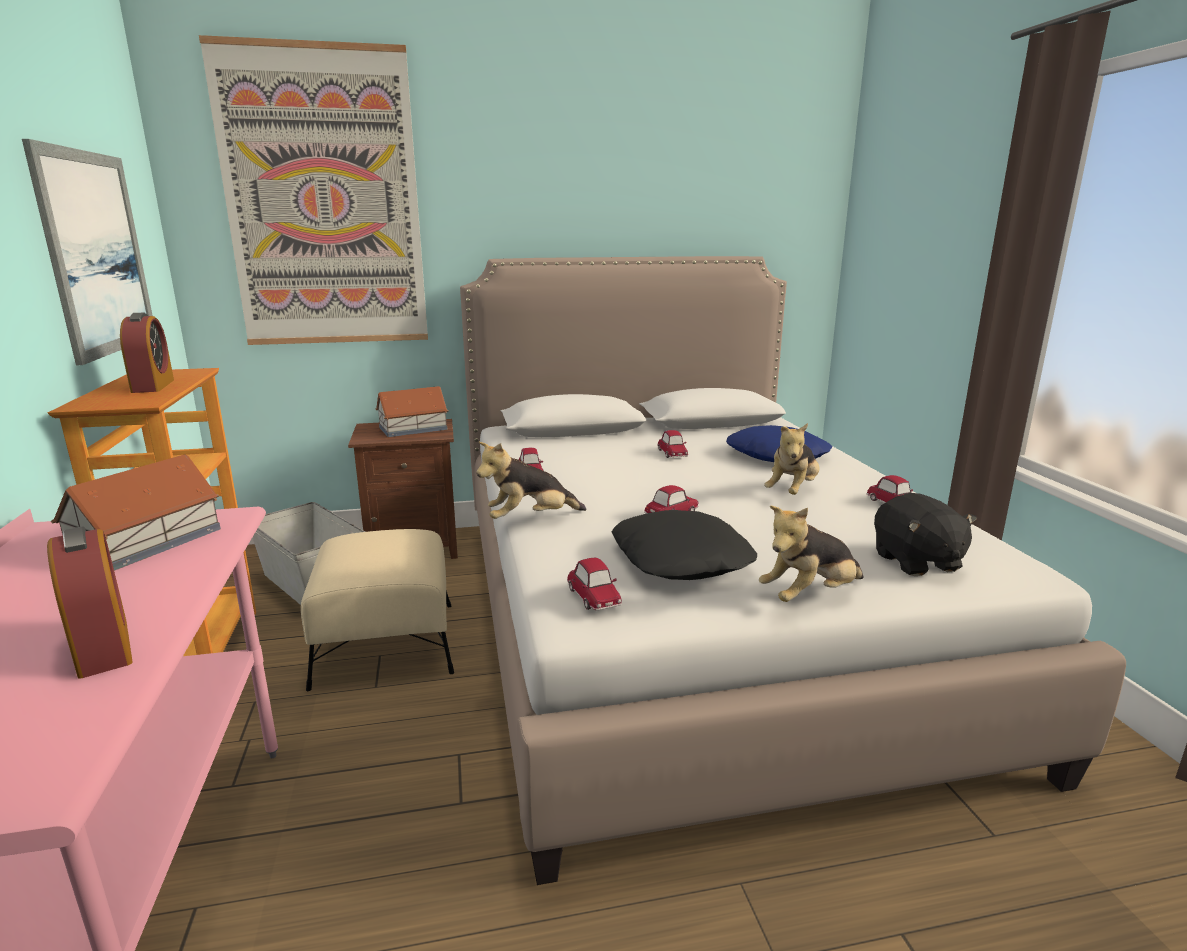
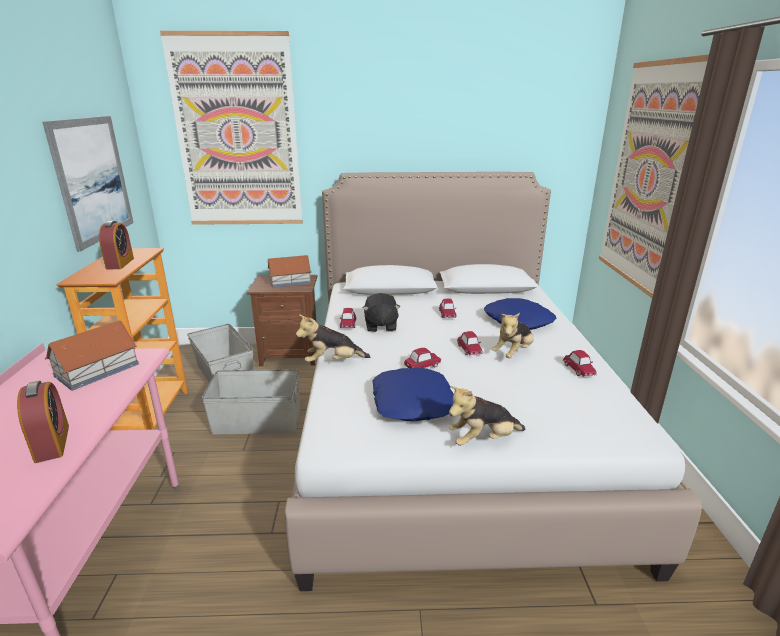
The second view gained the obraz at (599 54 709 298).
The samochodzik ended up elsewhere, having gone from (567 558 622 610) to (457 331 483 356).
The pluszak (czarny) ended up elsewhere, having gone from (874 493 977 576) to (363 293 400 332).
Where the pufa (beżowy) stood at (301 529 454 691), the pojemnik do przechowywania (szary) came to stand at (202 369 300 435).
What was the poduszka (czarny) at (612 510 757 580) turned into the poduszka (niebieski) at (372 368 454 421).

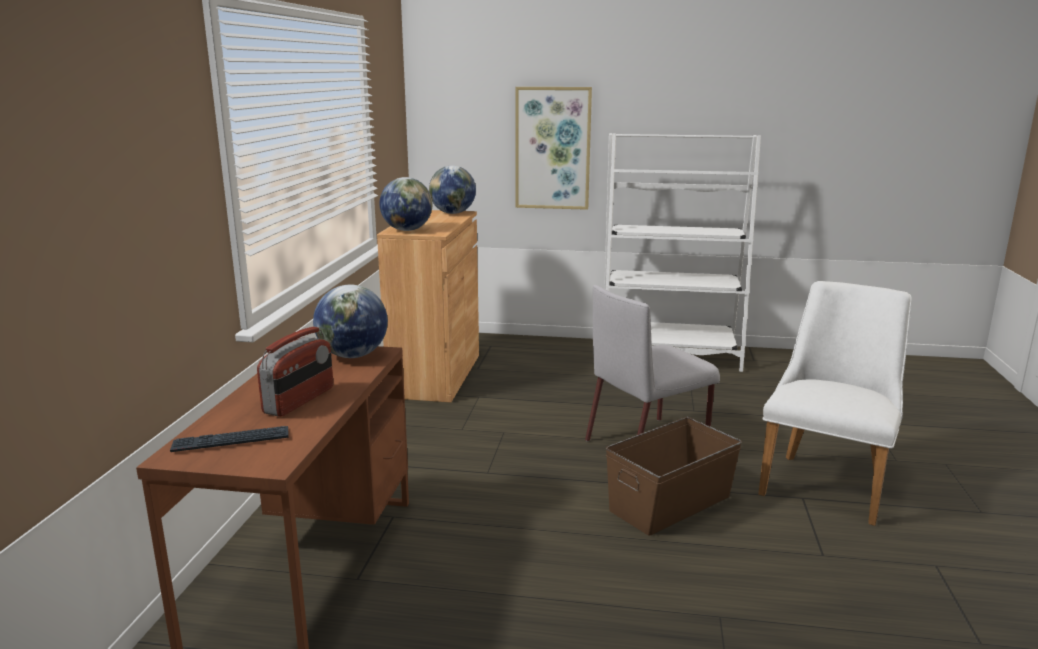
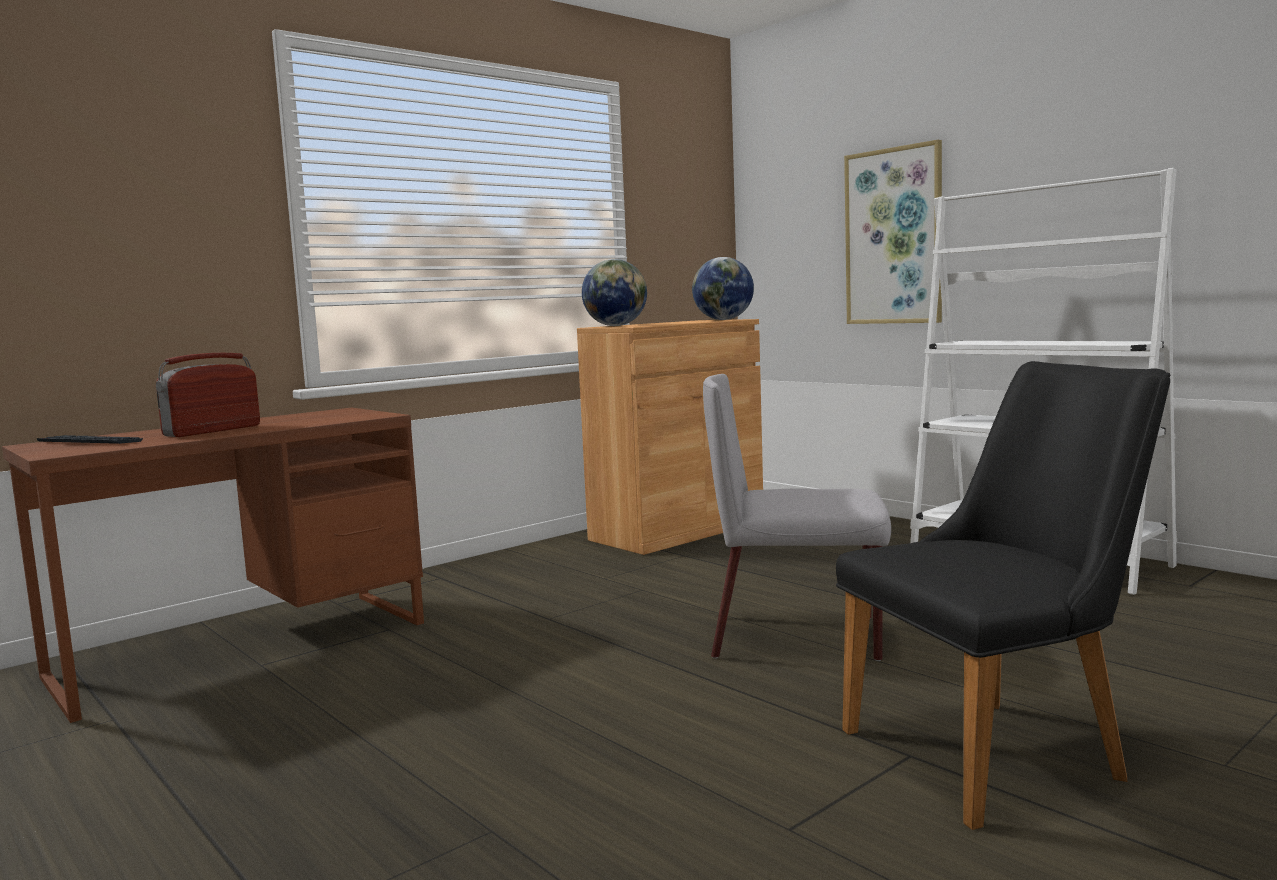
The second view lost the globus at (313 284 388 358).
The second view lost the pojemnik do przechowywania (brązowy) at (606 417 742 536).
What was the krzesło (biały) at (758 281 912 526) turned into the krzesło (czarny) at (836 361 1170 830).
The radio at (257 327 333 417) ended up facing another way, 150 degrees clockwise from before.

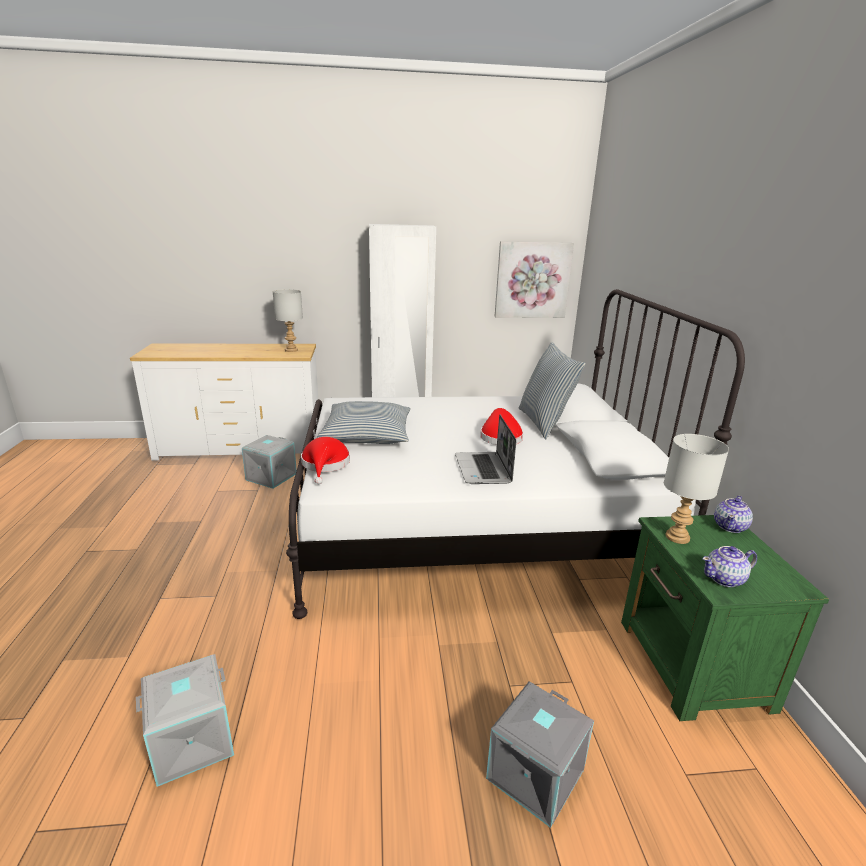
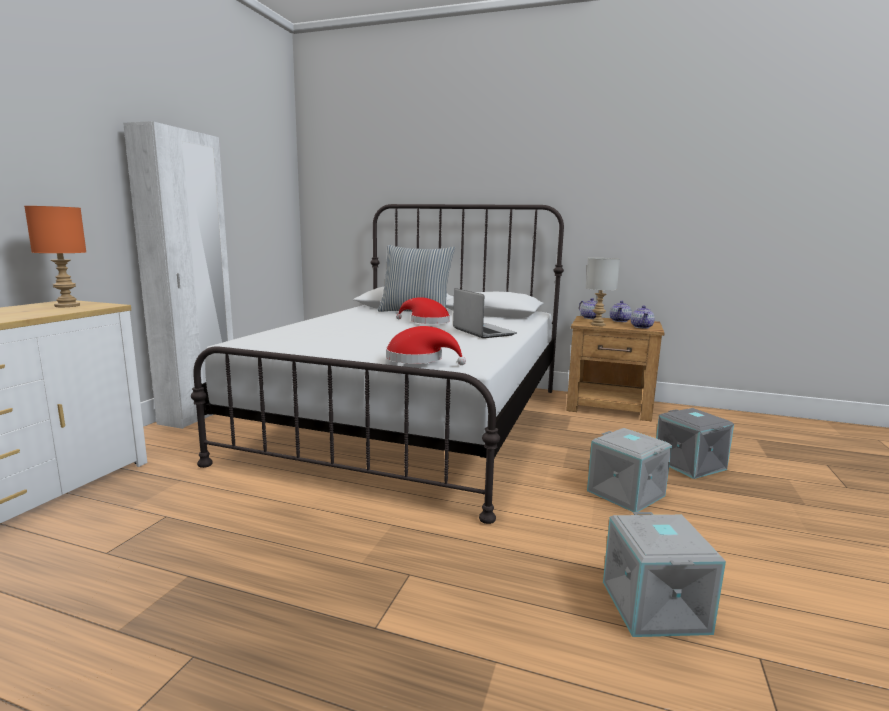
The second view lost the poduszka at (317 401 411 444).
The second view lost the obraz at (495 241 574 318).
The second view gained the imbryk at (610 301 632 322).
The pojemnik do przechowywania (szary) ended up elsewhere, having gone from (242 435 297 489) to (587 428 672 512).
What was the lampa stołowa (szary) at (273 289 303 352) turned into the lampa stołowa (pomarańczowy) at (24 206 86 307).
What was the szafka nocna (zielony) at (621 515 829 721) turned into the szafka nocna (brązowy) at (566 316 665 422).
The laptop at (455 415 516 484) ended up facing another way, 135 degrees counterclockwise from before.

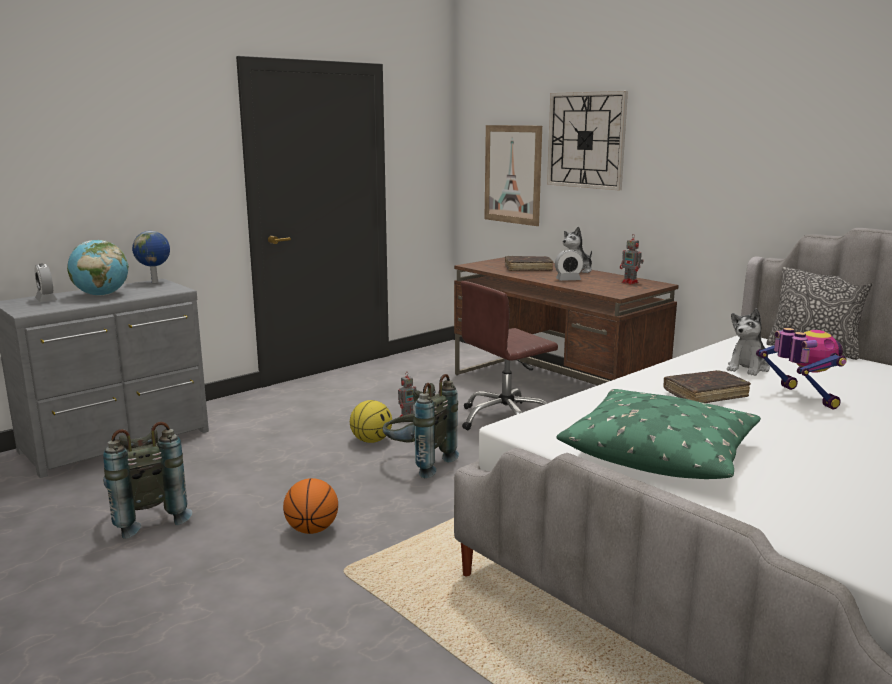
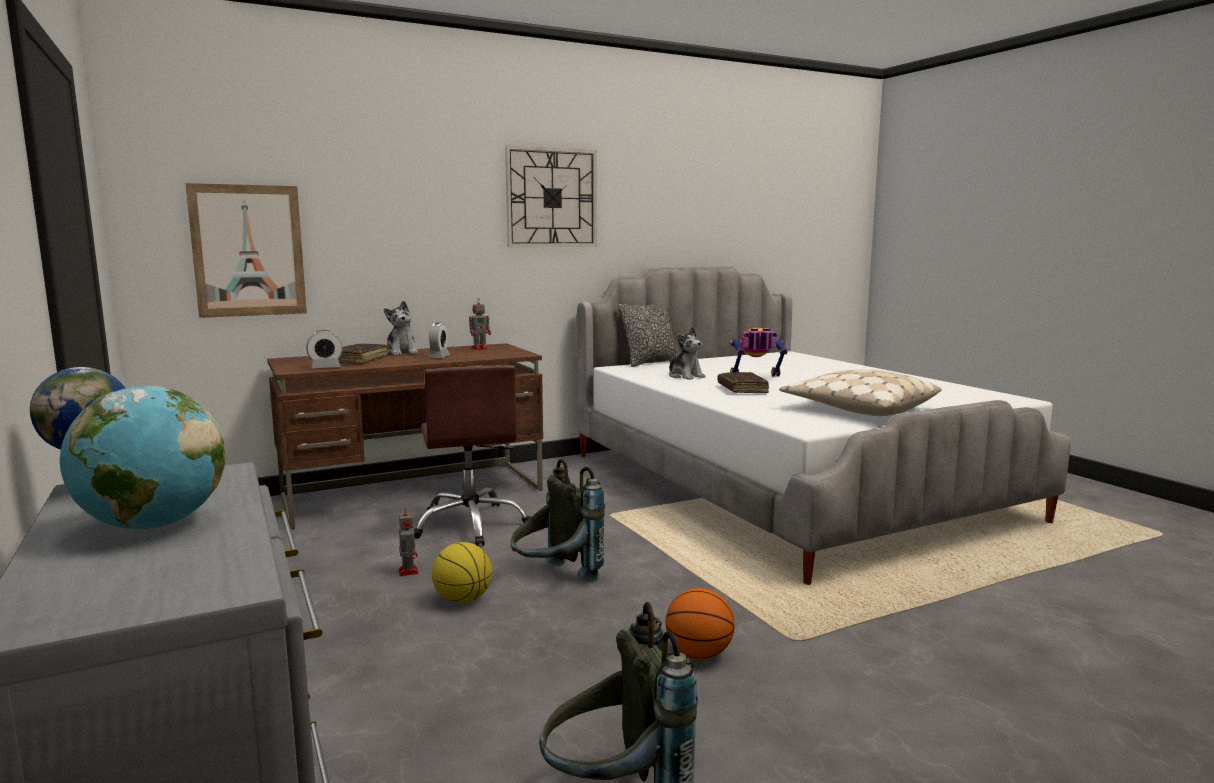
The budzik ended up elsewhere, having gone from (35 264 58 302) to (306 330 343 368).
The zegar ścienny ended up elsewhere, having gone from (547 91 628 190) to (505 146 597 247).
What was the poduszka (zielony) at (557 389 761 479) turned into the poduszka (beżowy) at (779 370 942 416).

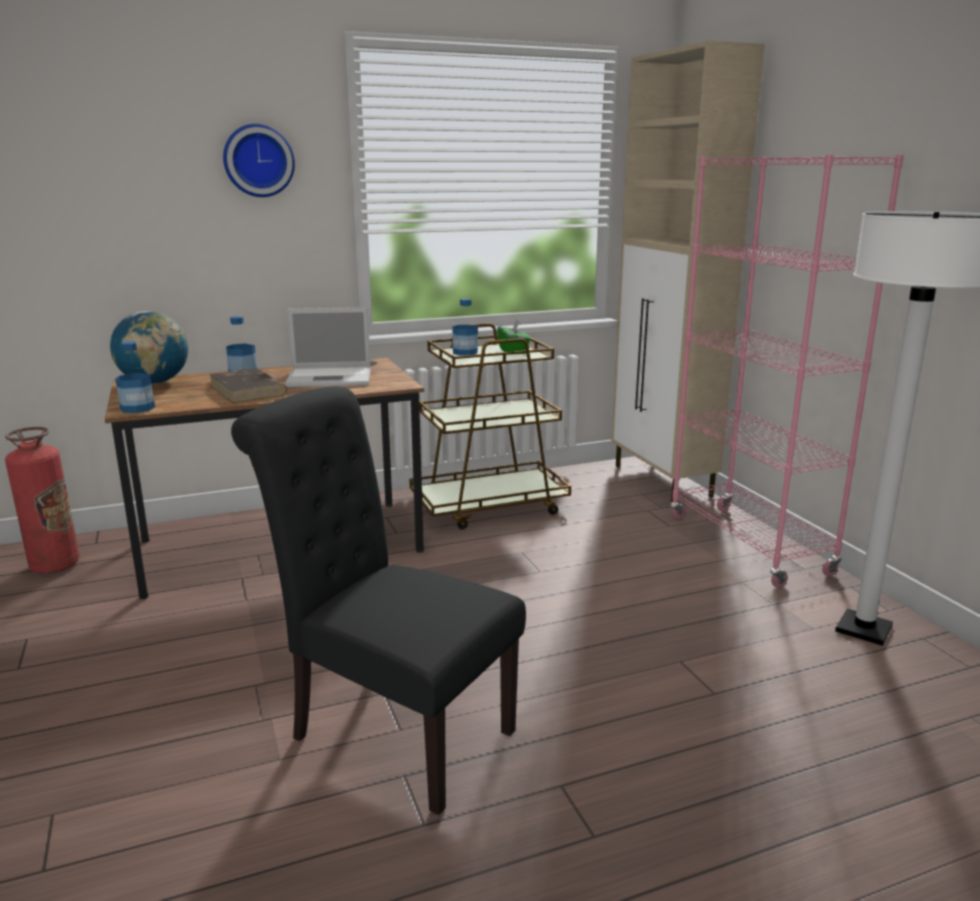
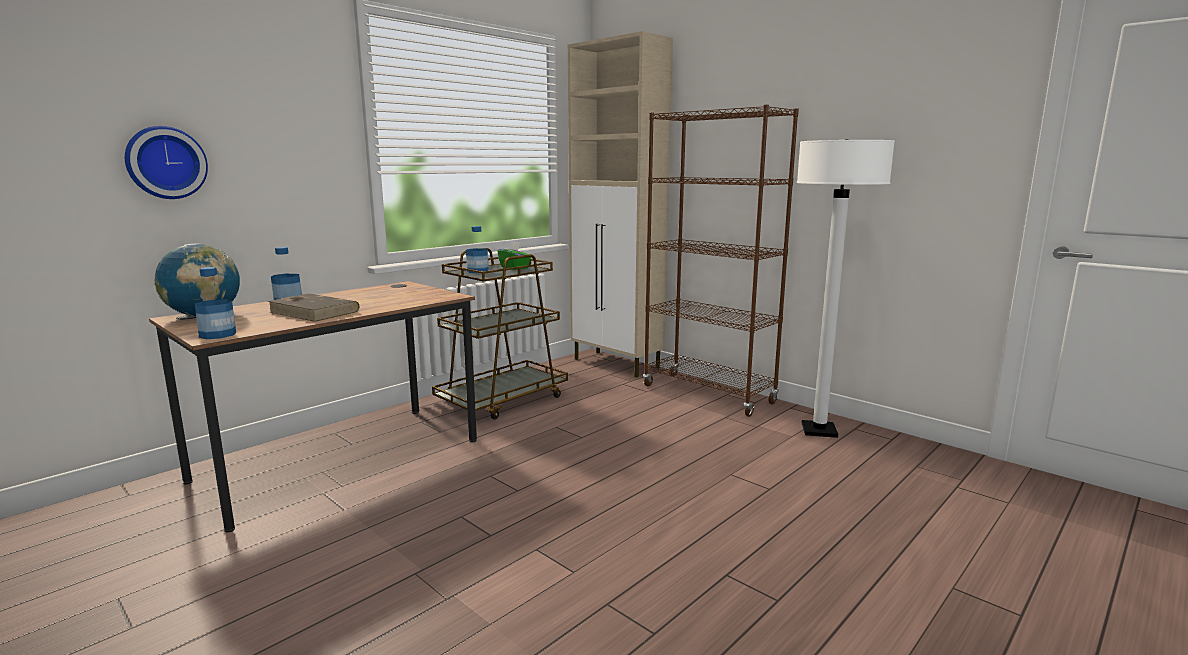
The second view lost the gaśnica at (5 427 80 574).
The second view lost the krzesło (czarny) at (231 386 526 815).
The second view lost the laptop at (284 308 371 387).
The zegar ścienny ended up elsewhere, having gone from (223 124 295 197) to (125 126 208 199).
What was the regał (różowy) at (670 154 904 588) turned into the regał (brązowy) at (643 105 799 417).

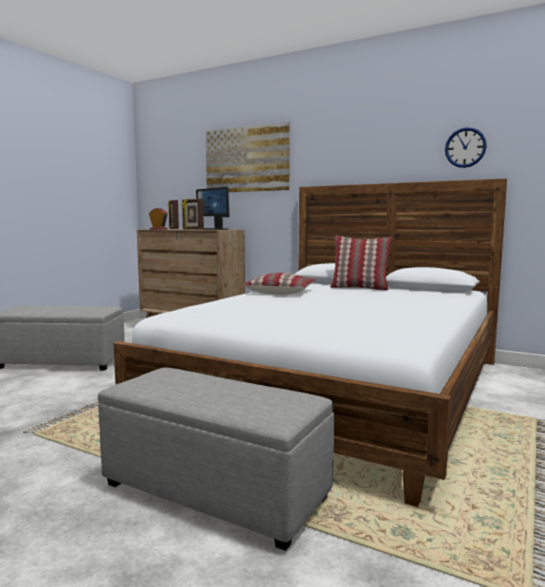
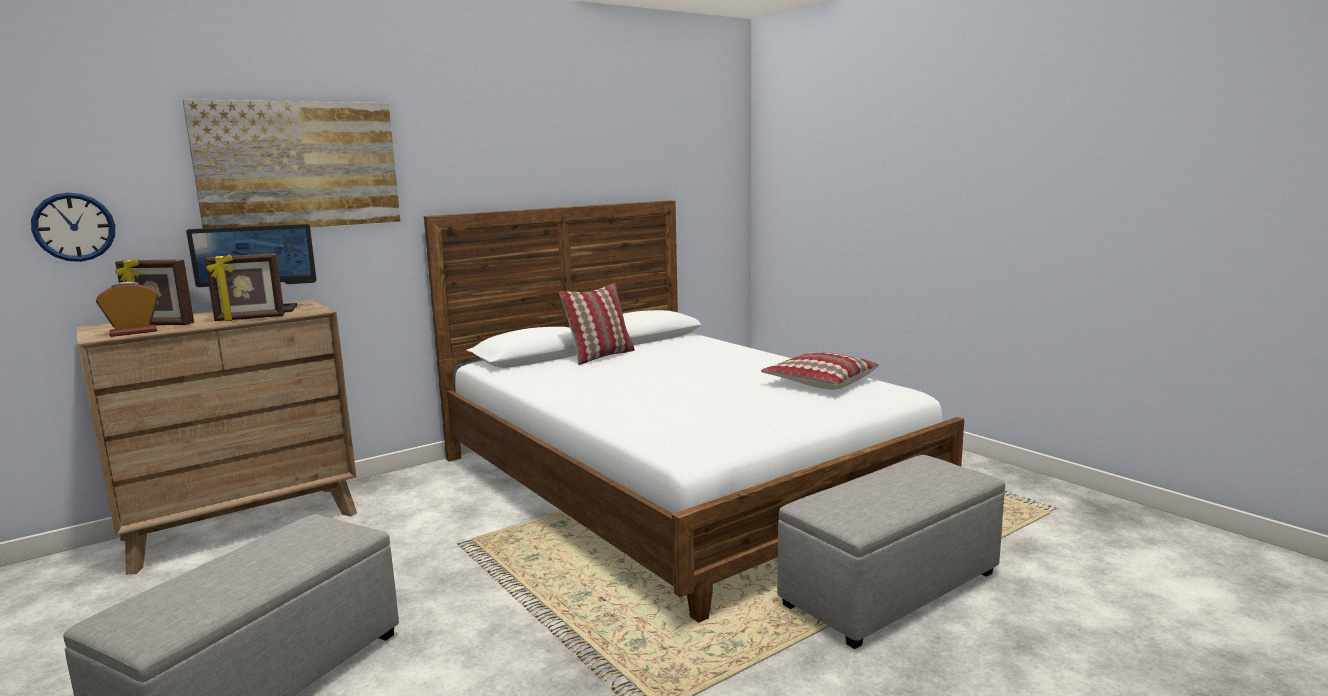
The poduszka ended up elsewhere, having gone from (243 273 316 295) to (761 353 879 390).
The zegar ścienny ended up elsewhere, having gone from (445 127 487 168) to (31 192 115 262).

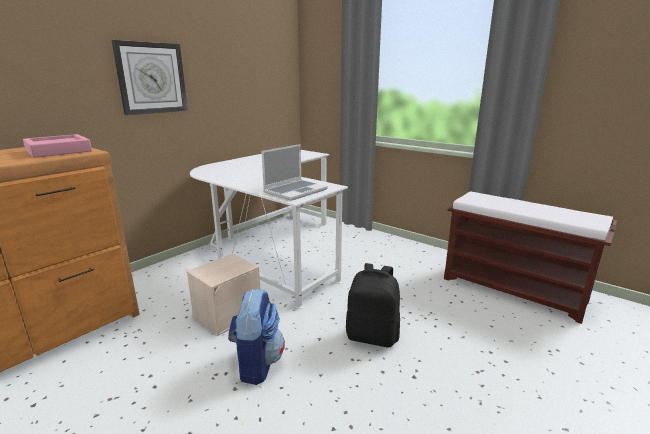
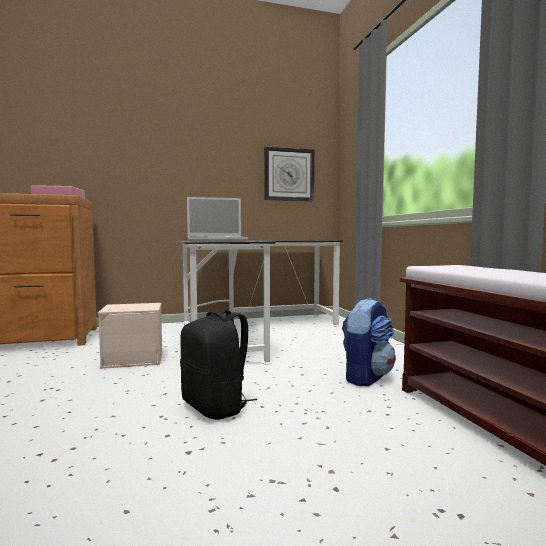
The zegar ścienny ended up elsewhere, having gone from (112 40 188 115) to (264 146 314 201).
The plecak ended up elsewhere, having gone from (228 289 285 385) to (342 298 396 386).
What was the biurko (biały) at (190 150 348 309) turned into the biurko (czarny) at (178 240 343 364).

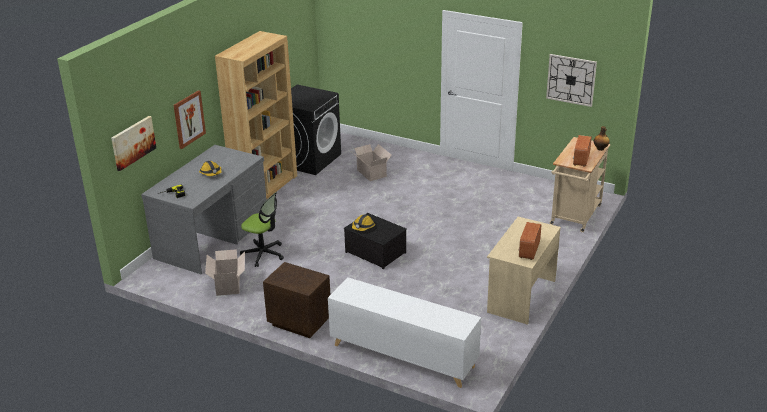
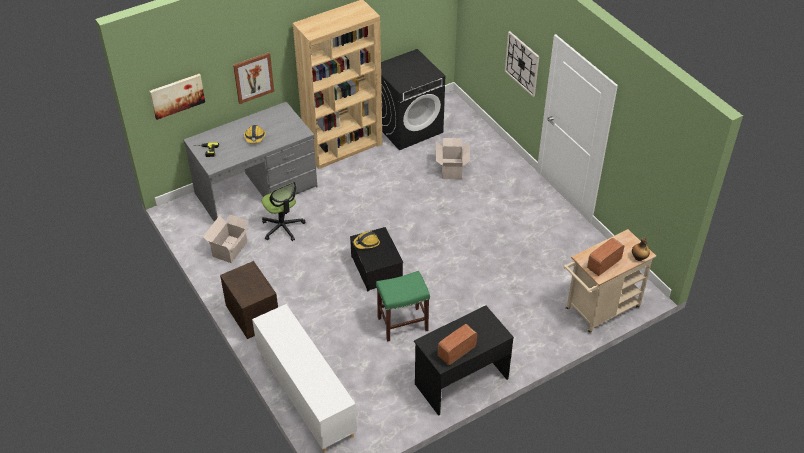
The second view gained the stołek (zielony) at (376 271 430 342).
The zegar ścienny ended up elsewhere, having gone from (546 54 597 107) to (505 31 539 97).
What was the biurko (beżowy) at (487 217 561 325) turned into the biurko (czarny) at (414 305 514 416).

